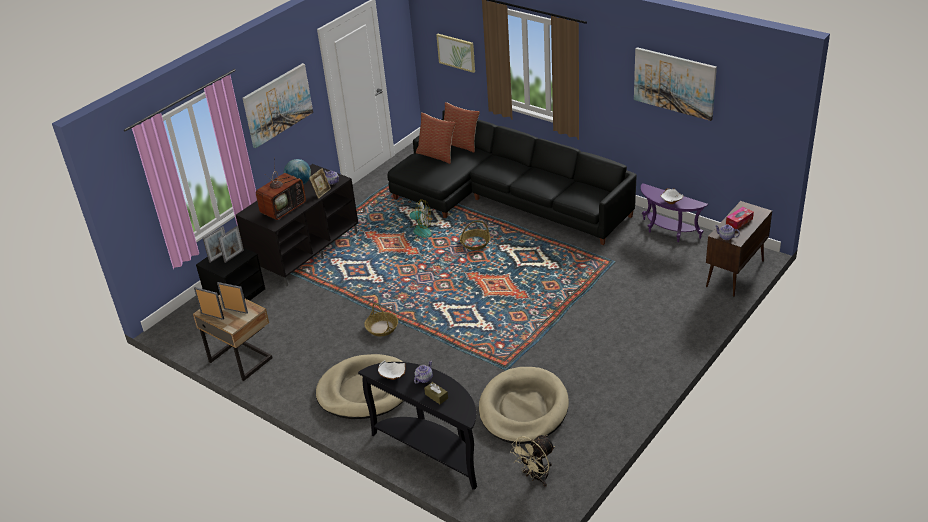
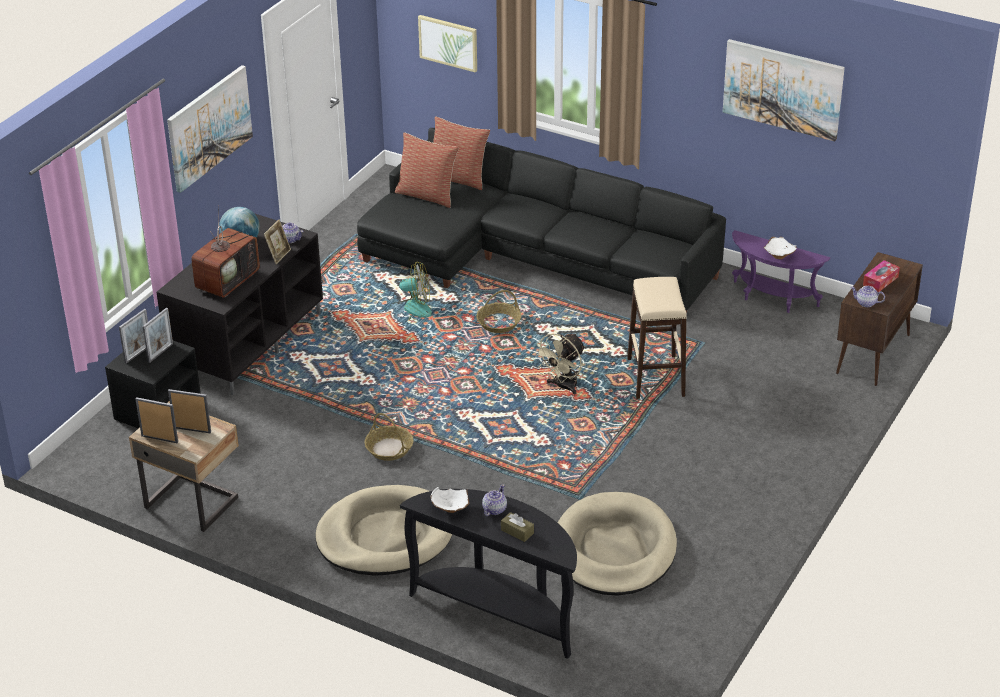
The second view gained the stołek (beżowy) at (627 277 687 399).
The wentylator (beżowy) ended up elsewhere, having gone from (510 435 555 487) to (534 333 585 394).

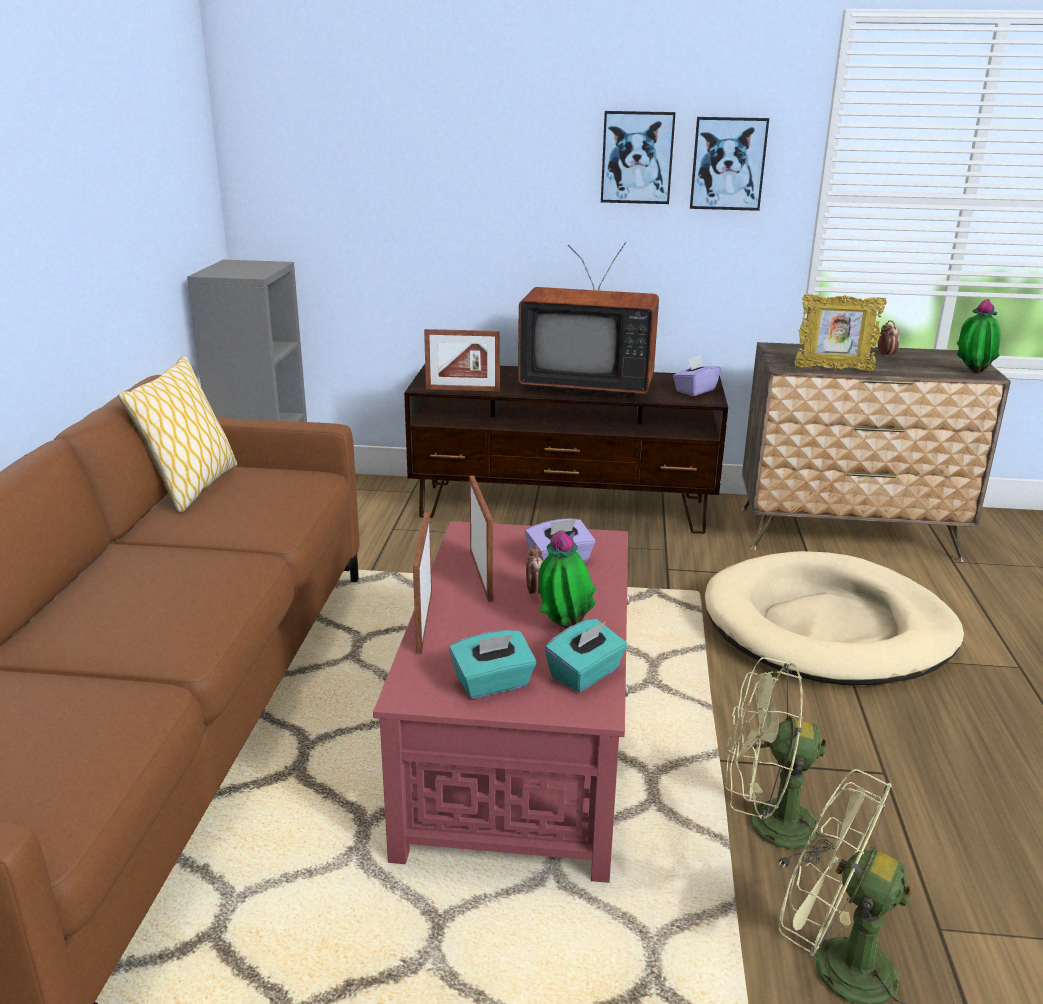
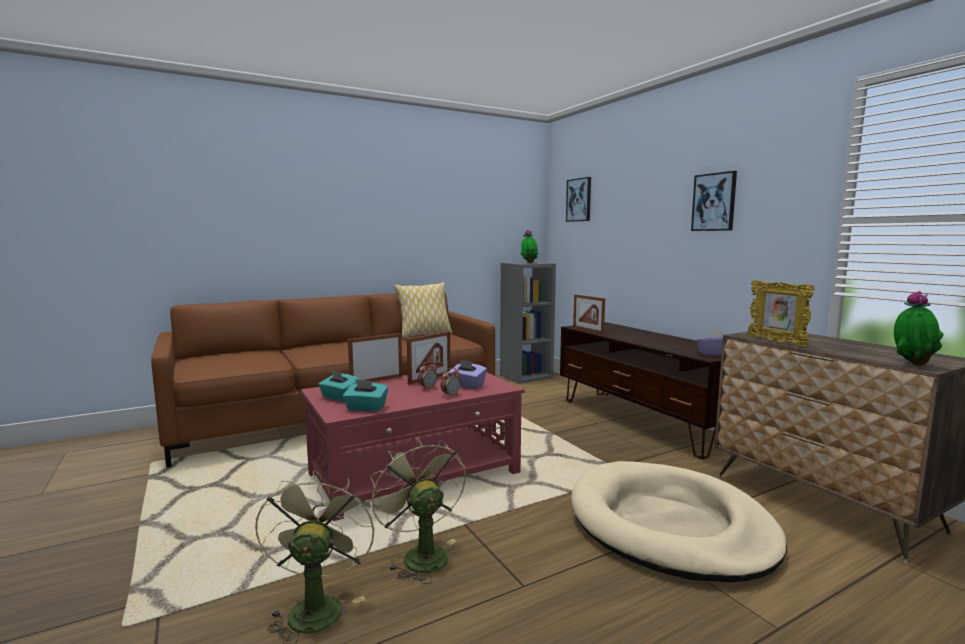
The second view lost the telewizor at (518 242 659 398).
The roślina doniczkowa ended up elsewhere, having gone from (539 530 596 629) to (521 230 539 263).
The obraz ended up elsewhere, having gone from (690 117 769 211) to (566 177 591 222).
The budzik ended up elsewhere, having gone from (878 320 899 358) to (441 368 461 397).

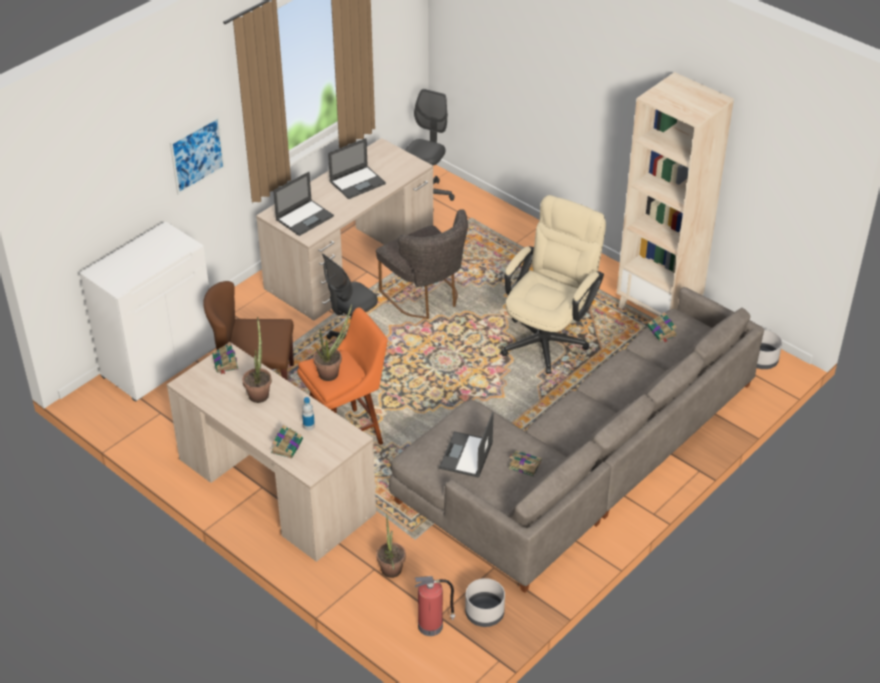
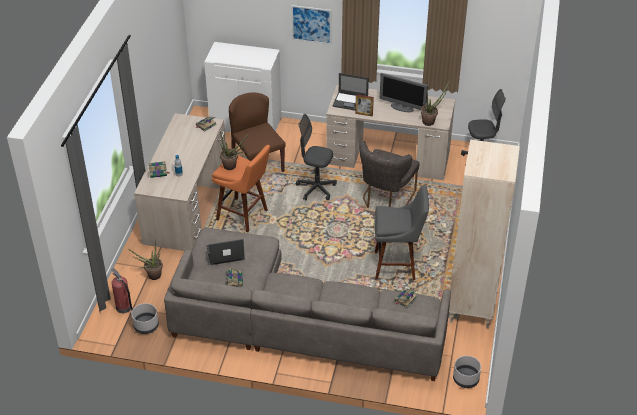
The second view gained the ramka na zdjęcie at (355 94 374 116).
The roślina doniczkowa ended up elsewhere, having gone from (242 317 272 403) to (421 81 450 126).
Where the laptop stood at (328 138 386 199), the monitor came to stand at (380 73 428 112).
Where the krzesło biurowe (beżowy) stood at (501 195 606 374), the stołek (szary) came to stand at (375 185 429 280).

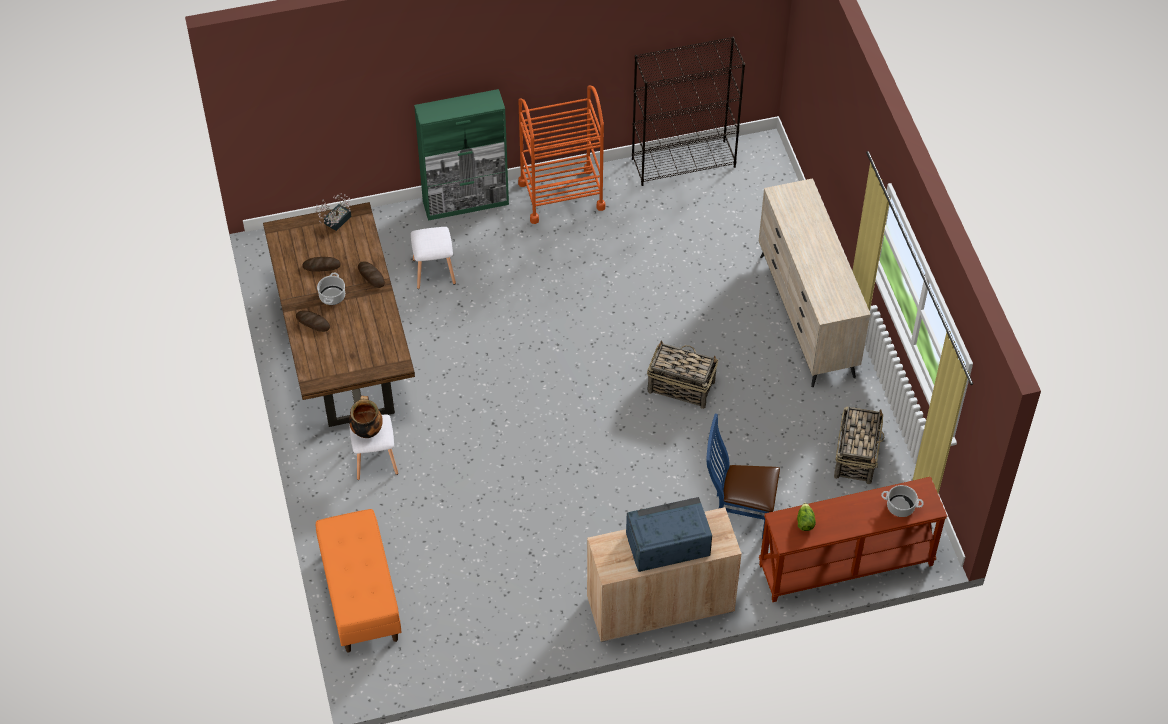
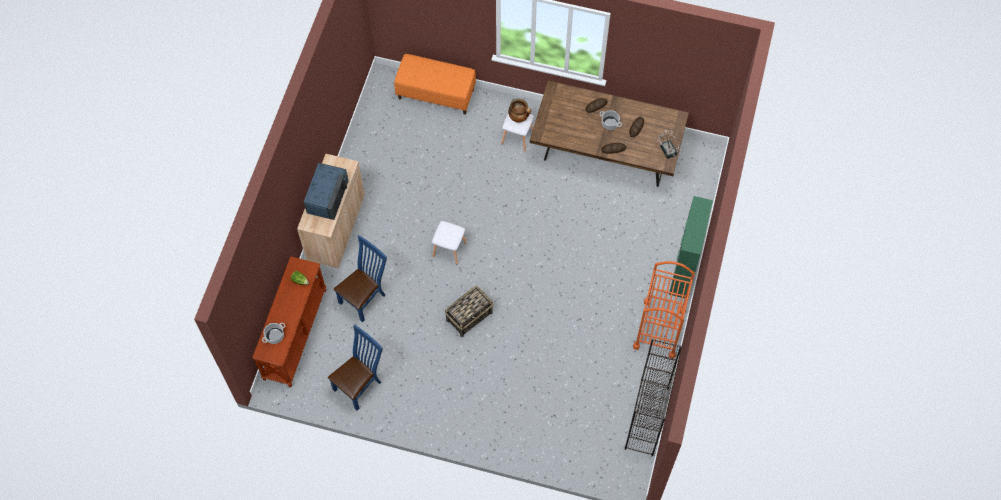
The second view lost the komoda (beżowy) at (759 178 871 387).
The stołek (biały) ended up elsewhere, having gone from (411 227 456 289) to (432 221 467 265).
Where the koszyk stood at (834 406 885 484), the krzesło (niebieski) came to stand at (328 324 382 410).

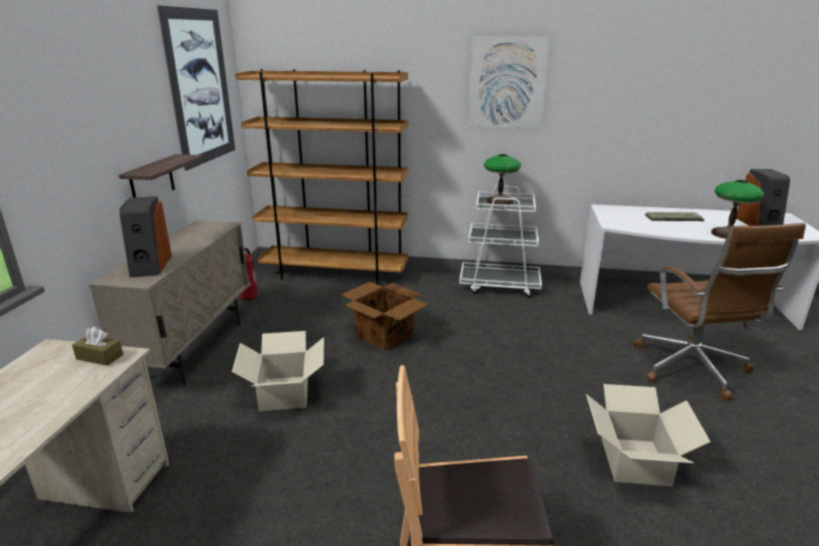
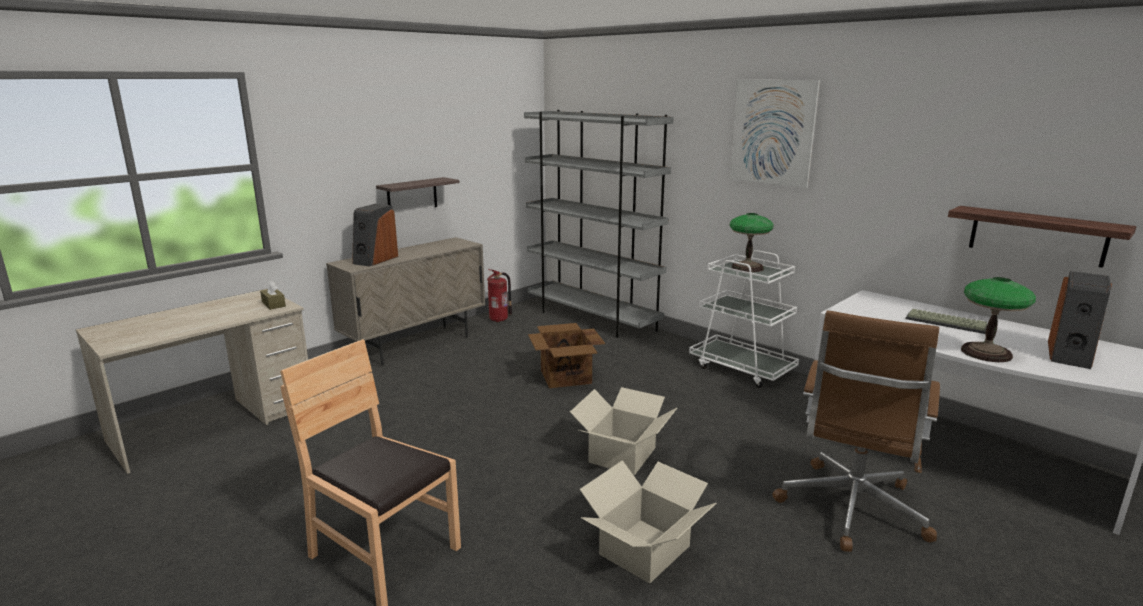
The second view lost the obraz at (157 5 235 171).
The second view gained the półka at (948 206 1137 268).
The karton ended up elsewhere, having gone from (232 331 324 411) to (570 387 677 475).
What was the regał (brązowy) at (235 69 408 285) turned into the regał (szary) at (524 110 674 338).

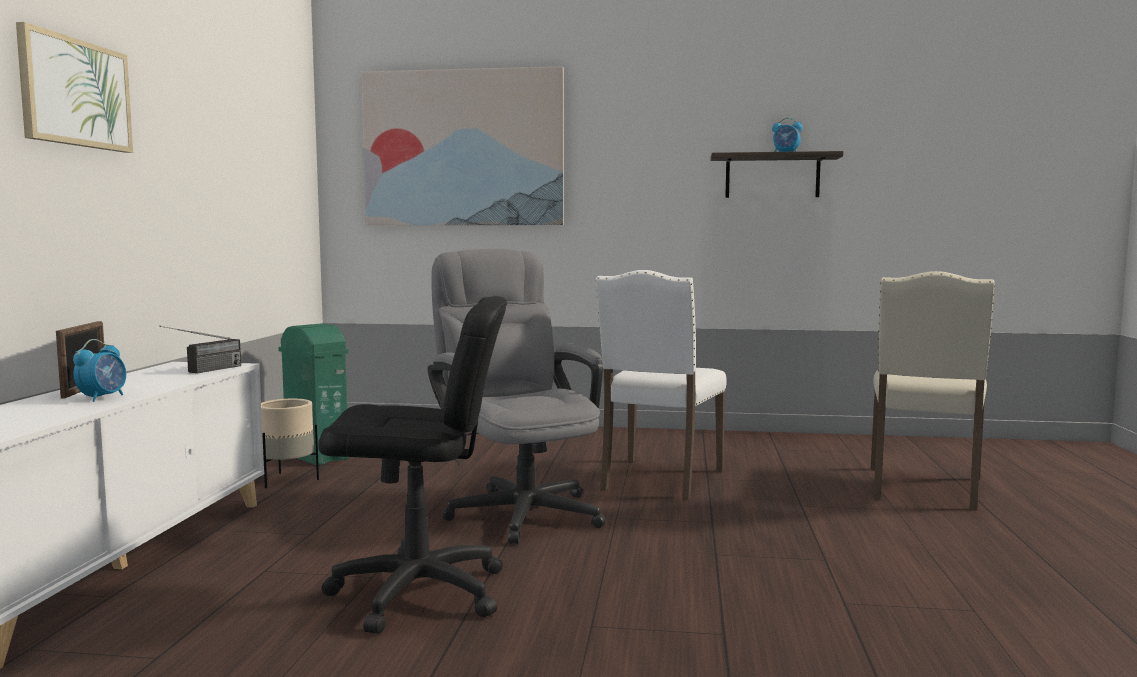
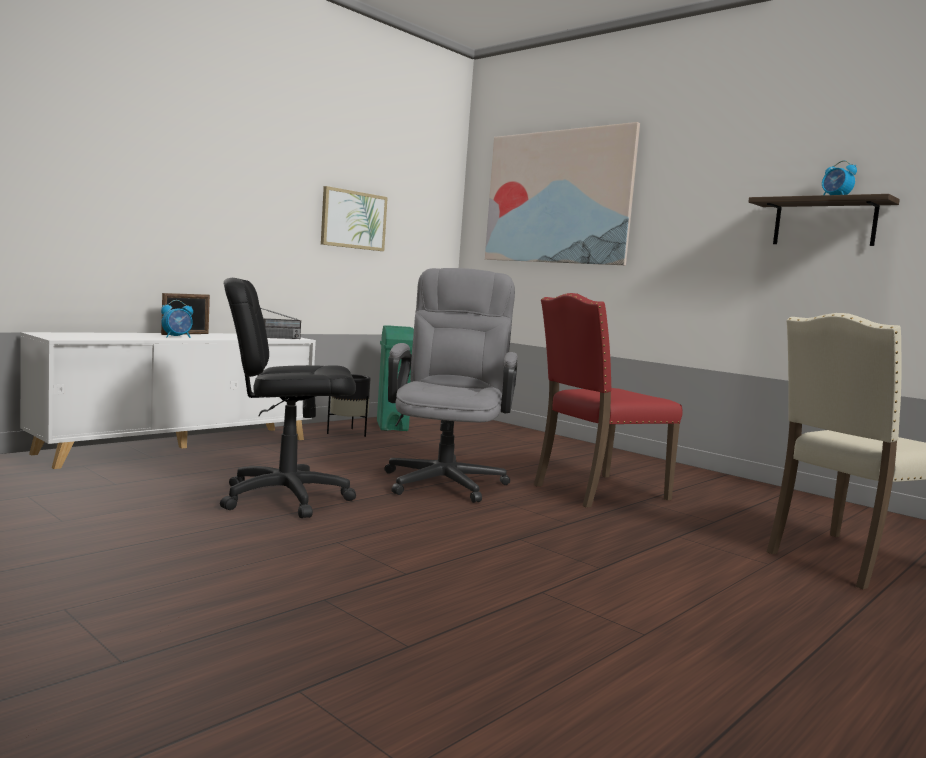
The obraz ended up elsewhere, having gone from (16 22 133 153) to (321 186 388 251).
What was the donica (beżowy) at (261 399 319 489) turned into the donica (czarny) at (327 374 371 437).
What was the krzesło (biały) at (595 270 727 500) turned into the krzesło (czerwony) at (534 293 683 508).
The krzesło biurowe (czarny) at (318 296 507 634) ended up facing another way, 135 degrees clockwise from before.

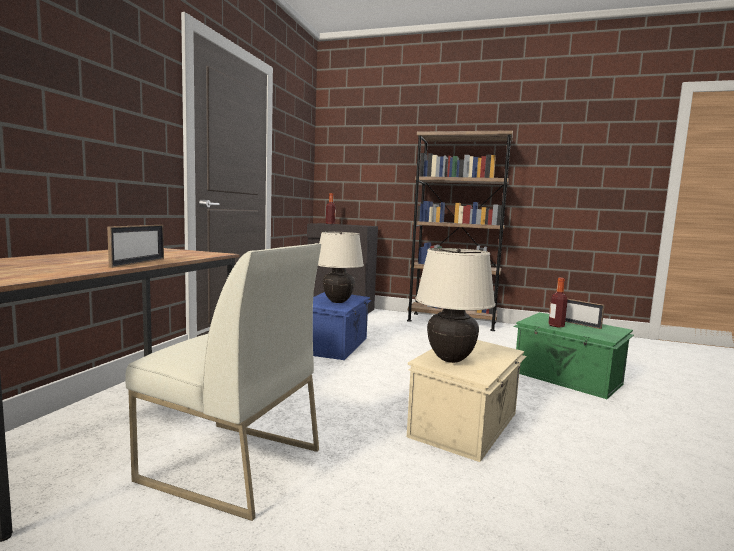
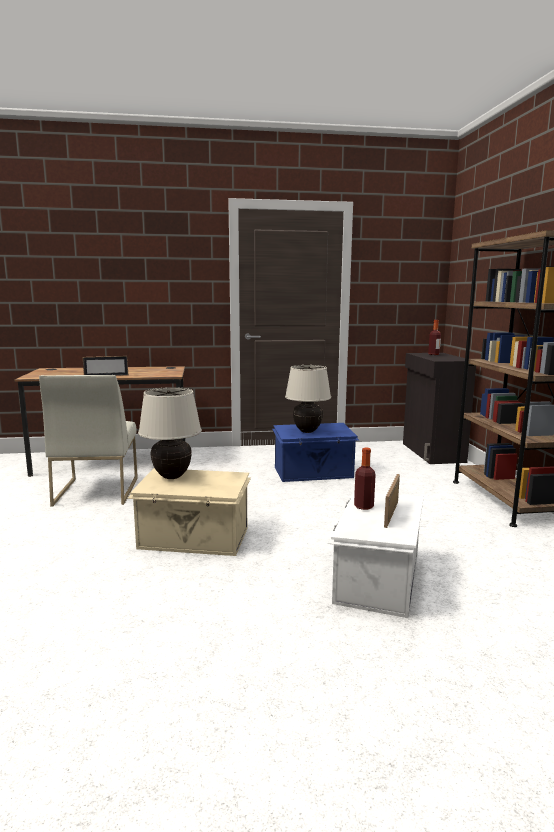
What was the pojemnik do przechowywania (zielony) at (513 312 634 399) turned into the pojemnik do przechowywania (biały) at (328 491 424 618).

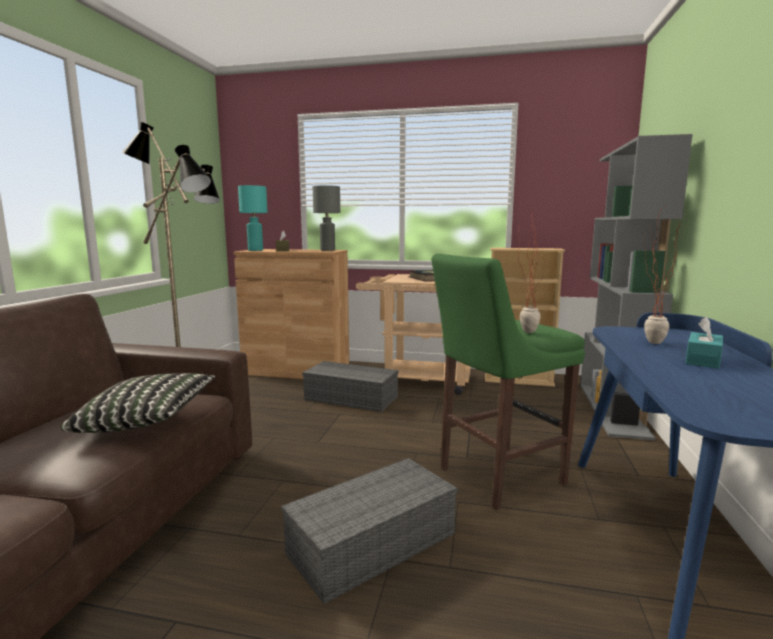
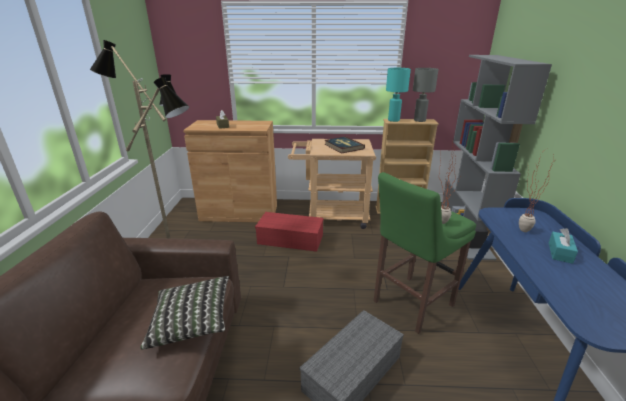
The lampa stołowa (turkusowy) ended up elsewhere, having gone from (238 185 268 251) to (386 68 411 122).
The lampa stołowa (szary) ended up elsewhere, having gone from (313 185 340 251) to (413 68 439 122).
What was the pojemnik do przechowywania (szary) at (302 361 399 412) turned into the pojemnik do przechowywania (czerwony) at (255 212 324 252).

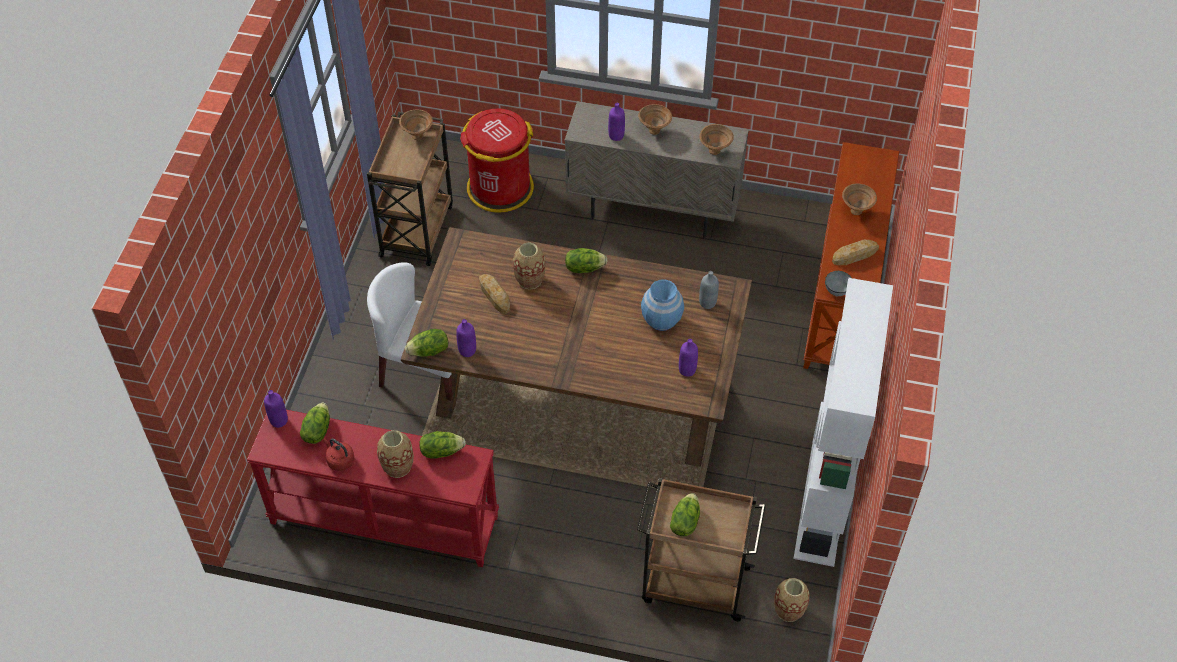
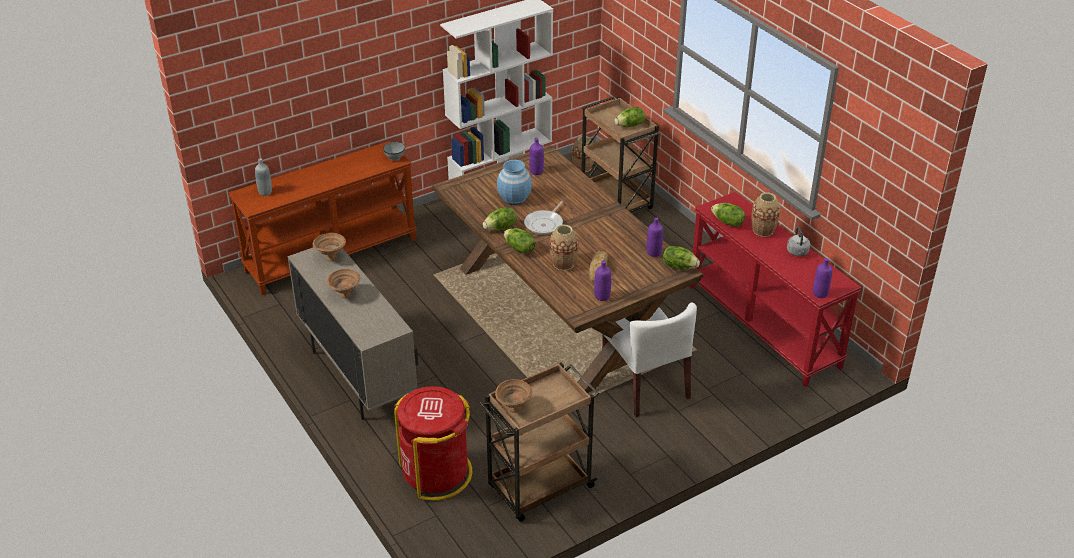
The second view lost the chleb at (832 240 879 265).
The second view lost the miska (brązowy) at (842 184 877 215).
The second view gained the patelnia at (524 201 563 235).
The sałata ended up elsewhere, having gone from (300 403 330 444) to (483 207 517 231).
The butelka (fioletowy) ended up elsewhere, having gone from (608 103 625 141) to (594 261 611 301).
The butelka (szary) ended up elsewhere, having gone from (699 271 719 309) to (255 158 272 196).
What was the czajnik (czerwony) at (323 438 354 471) turned into the czajnik (szary) at (787 227 810 256).

